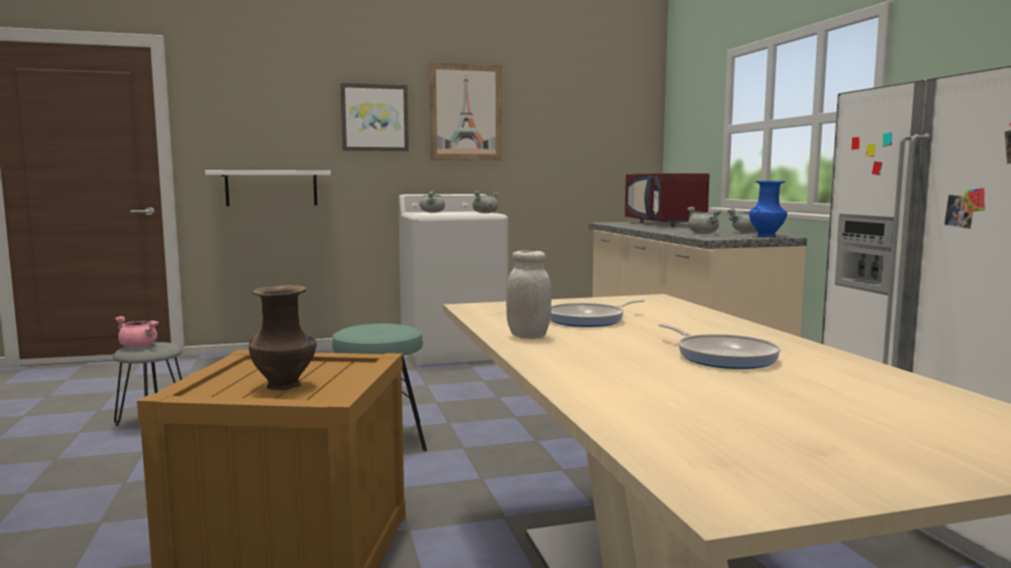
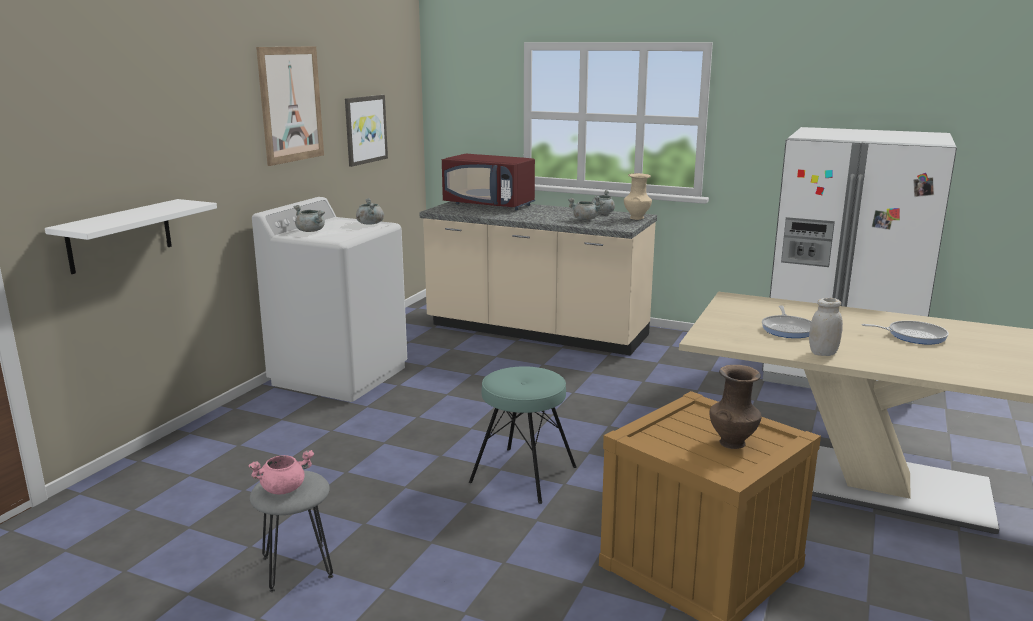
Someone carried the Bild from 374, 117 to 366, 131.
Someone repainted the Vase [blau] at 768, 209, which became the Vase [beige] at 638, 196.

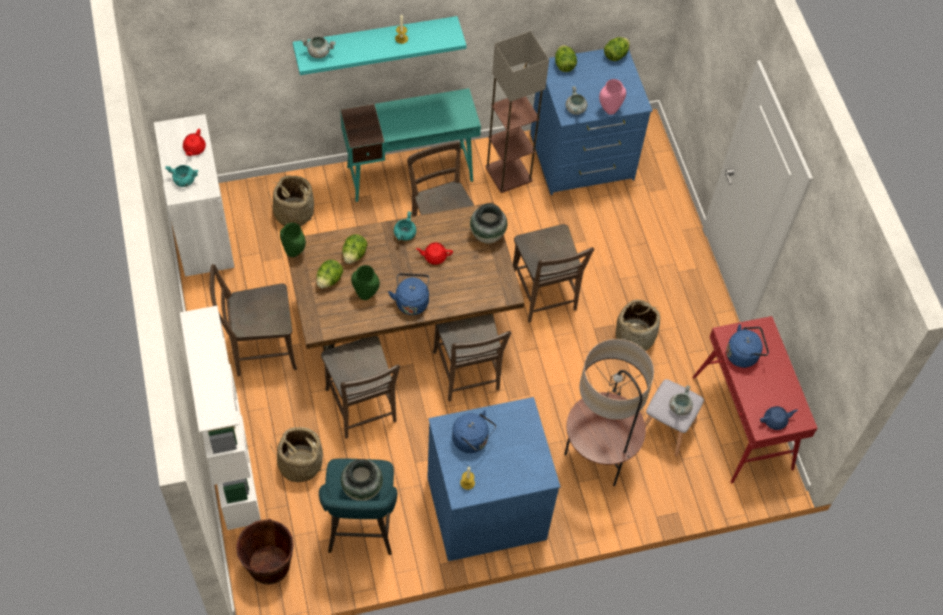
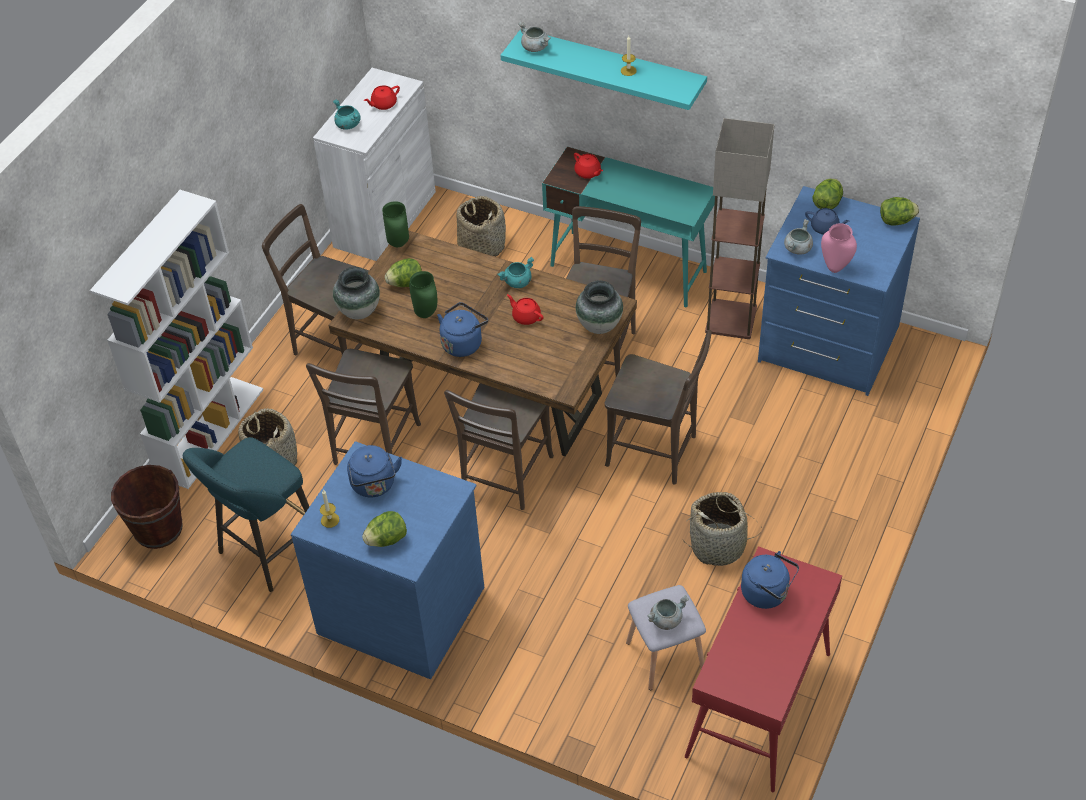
Someone rotated the Stuhl [braun] at 553, 273 by 90 degrees counterclockwise.
Someone carried the Salatkopf from 355, 249 to 384, 529.
Someone took away the Stehlampe at 609, 412.
Someone carried the Teekanne [blau] from 779, 418 to 827, 221.
Someone carried the Vase from 362, 480 to 356, 293.
Someone put down the Teekanne [rot] at 588, 166.

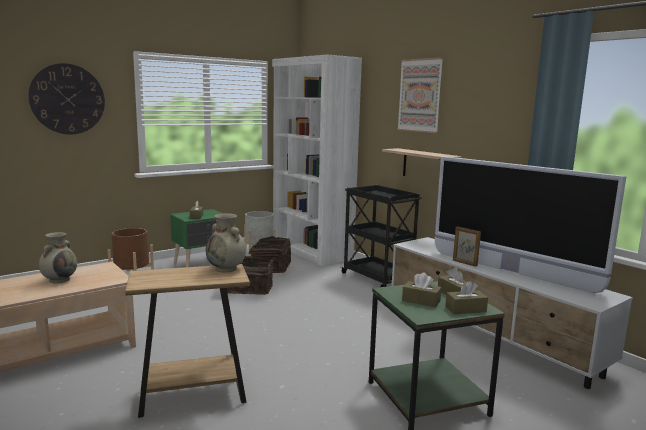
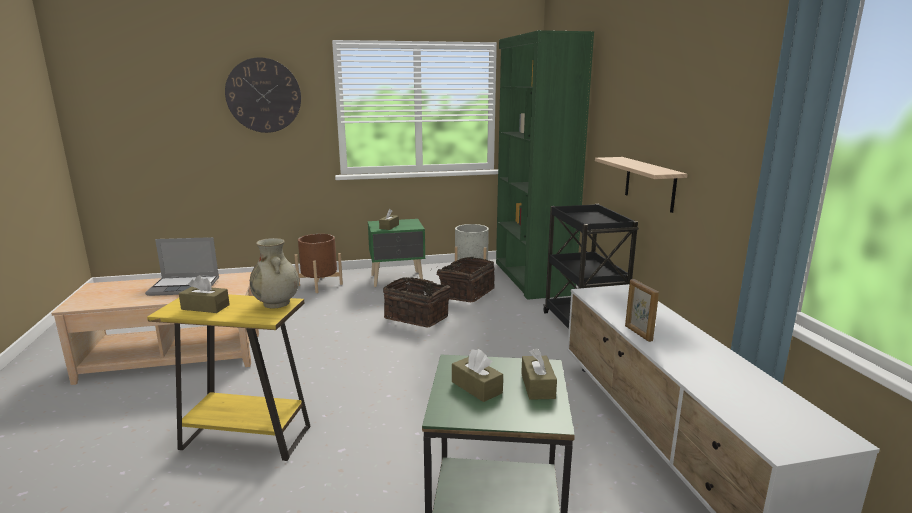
Someone repainted the Bücherregal [weiß] at 317, 160, which became the Bücherregal [grün] at 545, 165.
Someone took away the Bild at 420, 95.
Someone took away the Fernseher at 531, 224.
Someone swapped the Vase [beige] at 58, 257 for the Laptop at 182, 266.
Someone repainted the Beistelltisch [braun] at 187, 341, which became the Beistelltisch [gelb] at 229, 377.
Someone carried the Taschentuchbox [braun] from 466, 297 to 204, 294.

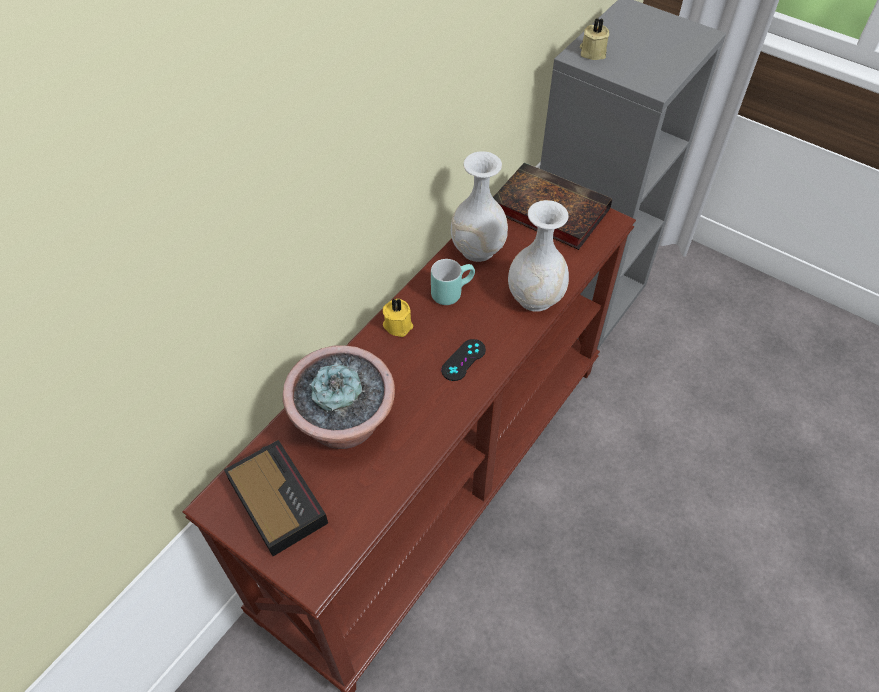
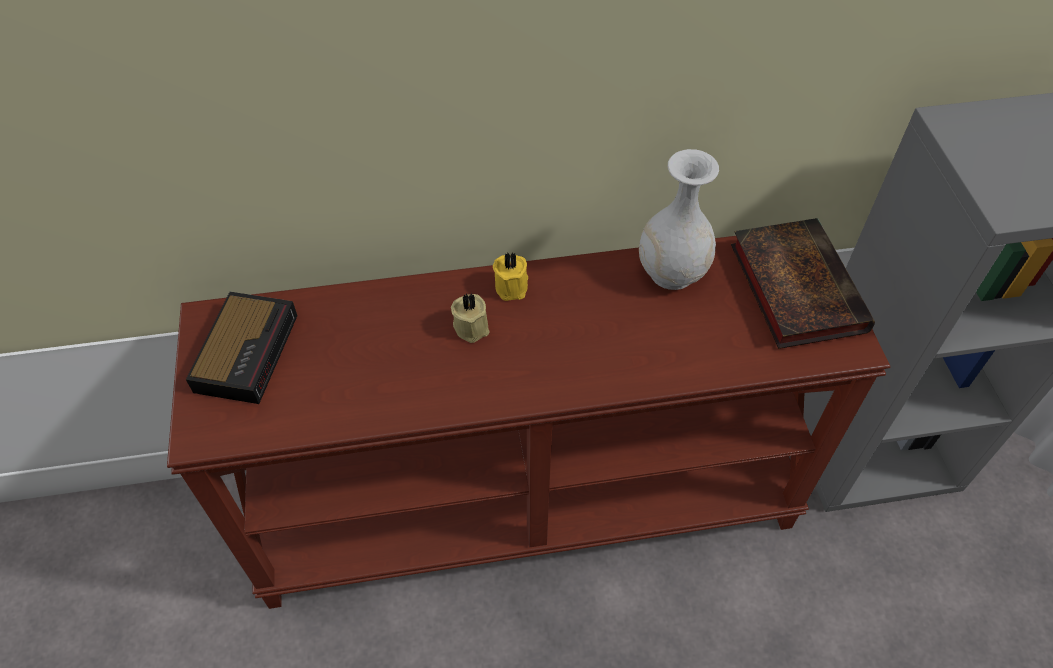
Someone carried the Kerze [beige] from 594, 39 to 470, 318.
Someone took away the Vase [weiß] at 538, 256.
Someone took away the Henkelbecher [türkis] at 453, 282.
Someone took away the Gamepad [schwarz] at 463, 360.
Someone took away the Topfpflanze at 339, 397.

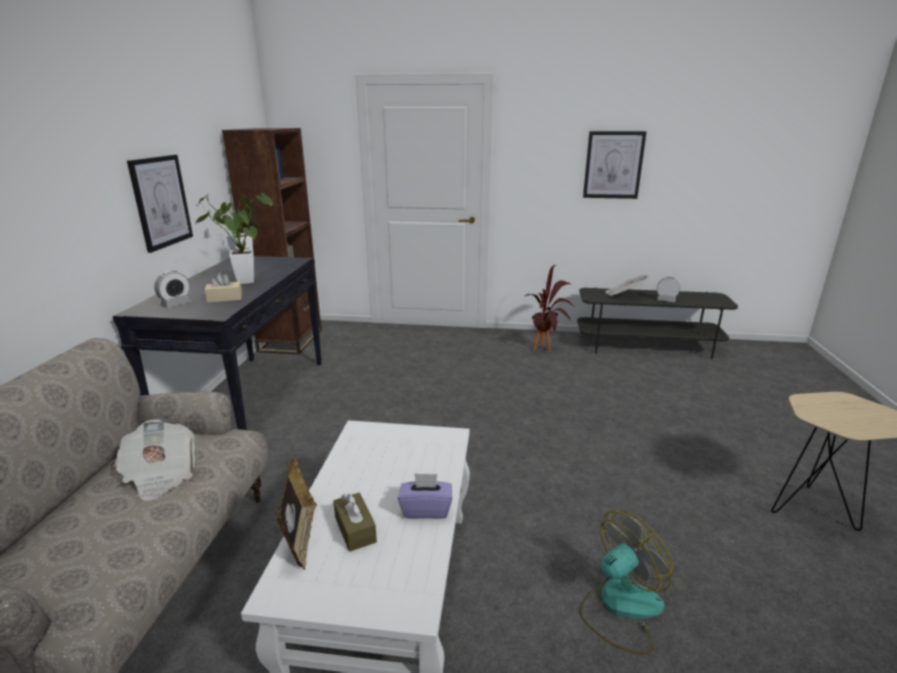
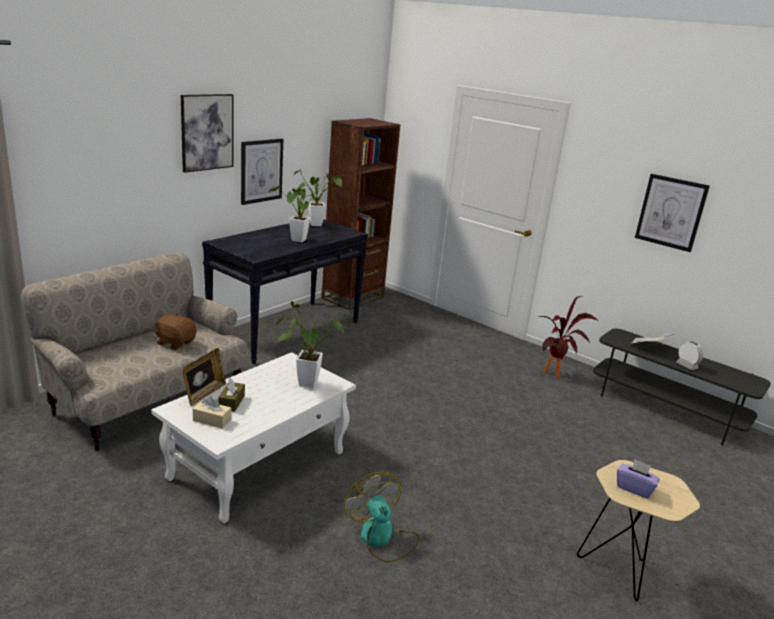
Someone took away the Wecker at 172, 289.
Someone carried the Taschentuchbox [beige] from 223, 288 to 212, 412.
Someone swapped the Zeitung at 154, 460 for the Plüschtier [braun] at 175, 331.
Someone carried the Taschentuchbox [lila] from 425, 496 to 638, 479.
Someone rotated the Ventilator at 626, 583 by 120 degrees counterclockwise.
Someone put up the Bild at 207, 133.
Someone put down the Topfpflanze at 310, 344.

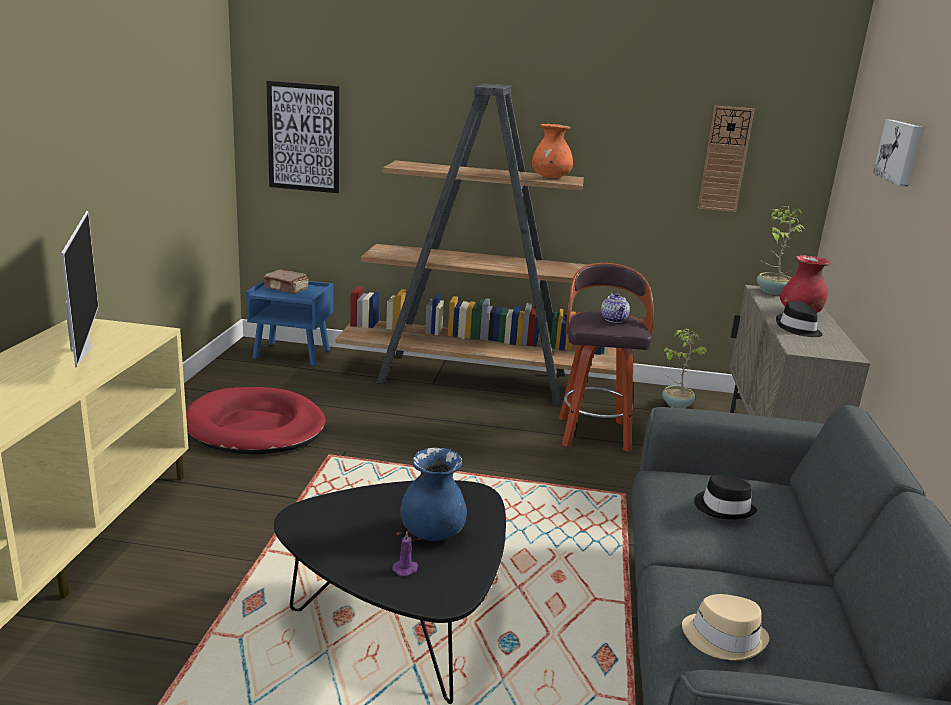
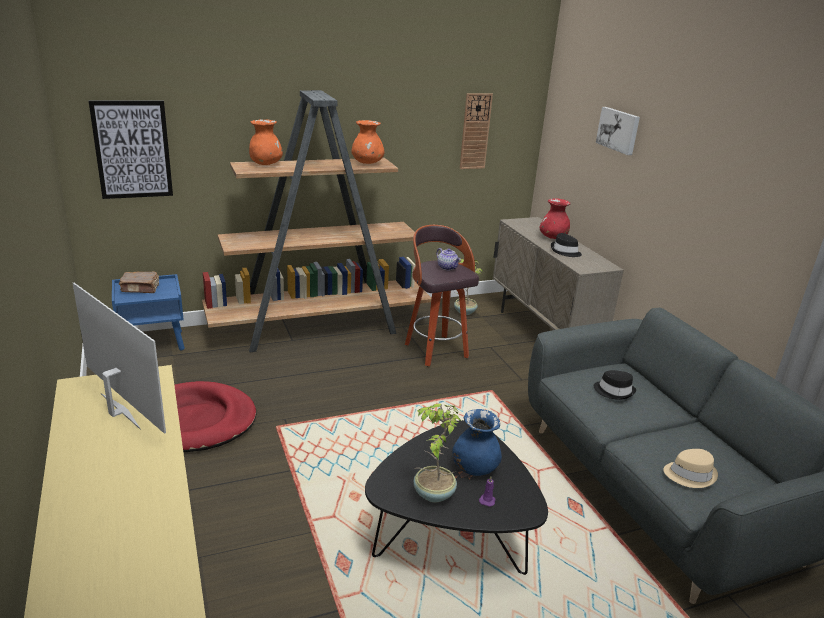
Someone carried the Topfpflanze from 781, 250 to 437, 452.
Someone put down the Vase [orange] at 266, 142.

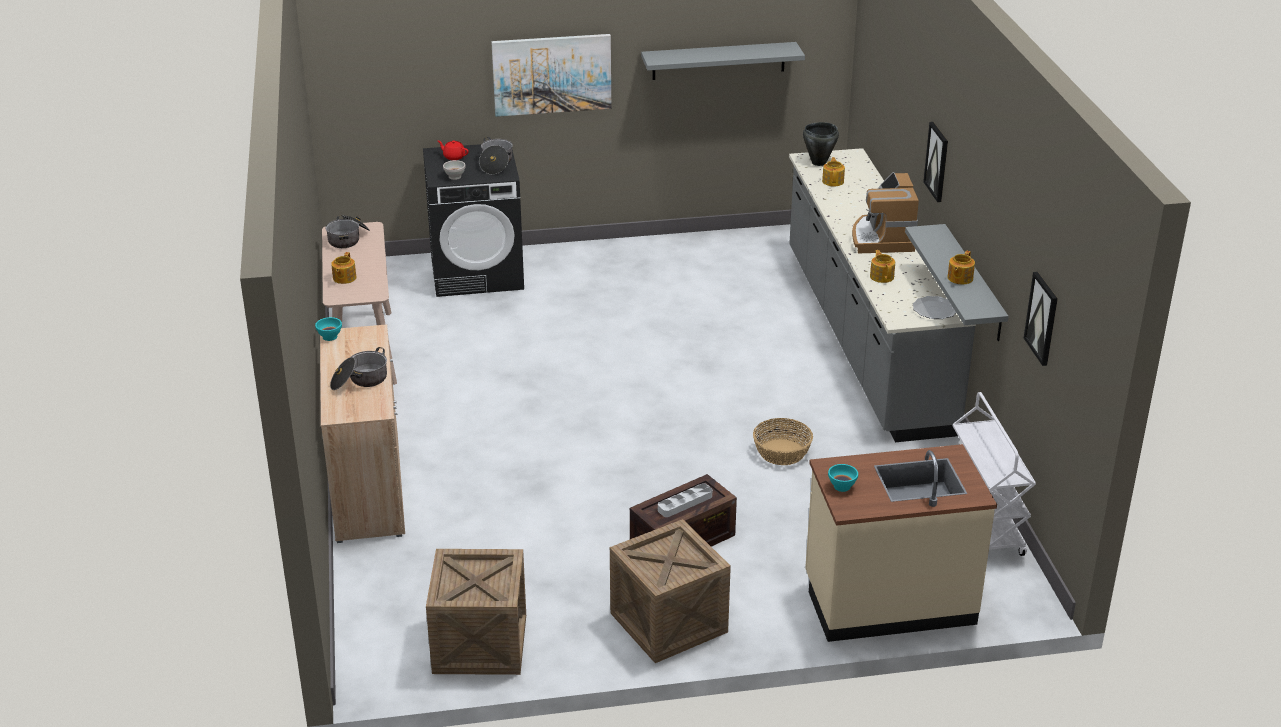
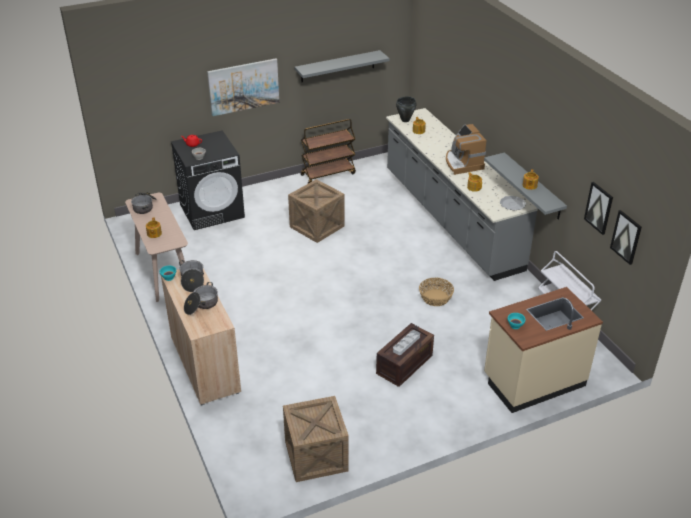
Someone carried the Bild from 935, 162 to 626, 237.
Someone carried the Kochtopf from 496, 156 to 191, 276.
Someone carried the Kiste from 670, 591 to 316, 211.
Someone put down the Rollwagen [braun] at 328, 151.

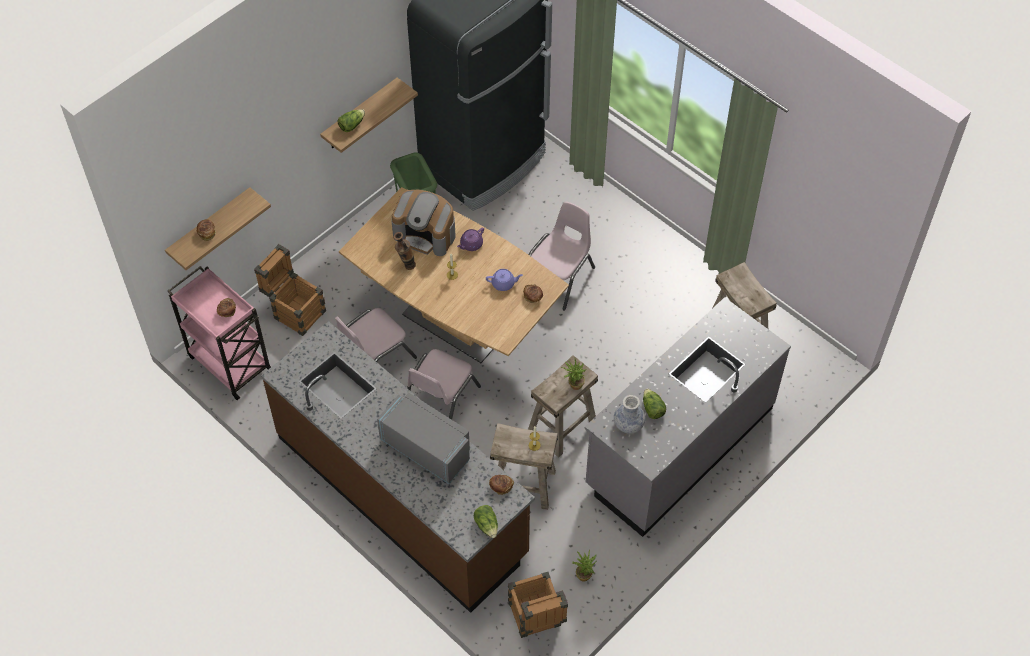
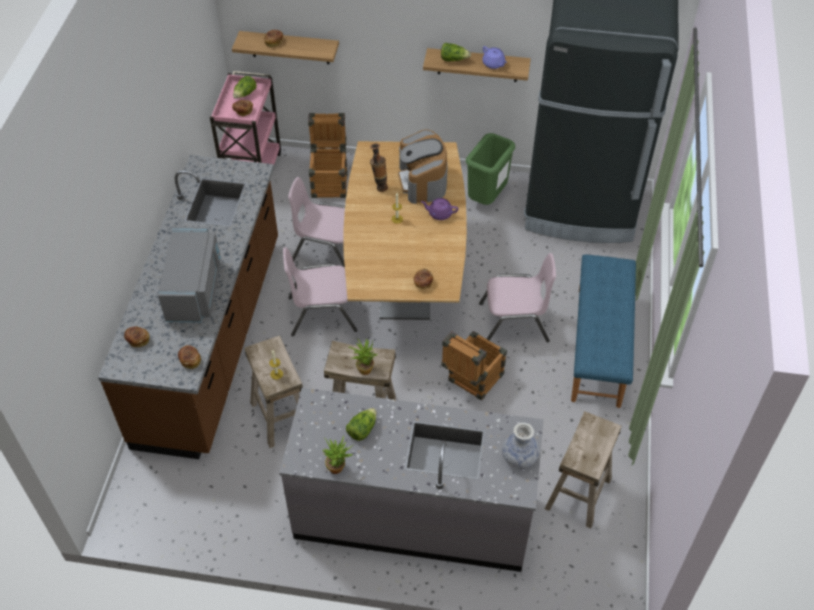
Someone carried the Teekanne [lila] from 504, 280 to 494, 57.
Someone carried the Vase from 629, 414 to 520, 446.
Someone carried the Salatkopf from 486, 521 to 244, 87.
Someone carried the Topfpflanze from 584, 565 to 337, 455.
Someone carried the Kiste from 538, 605 to 474, 366.
Someone put down the Bank [blau] at 603, 331.
Someone put down the Brot at 136, 336.

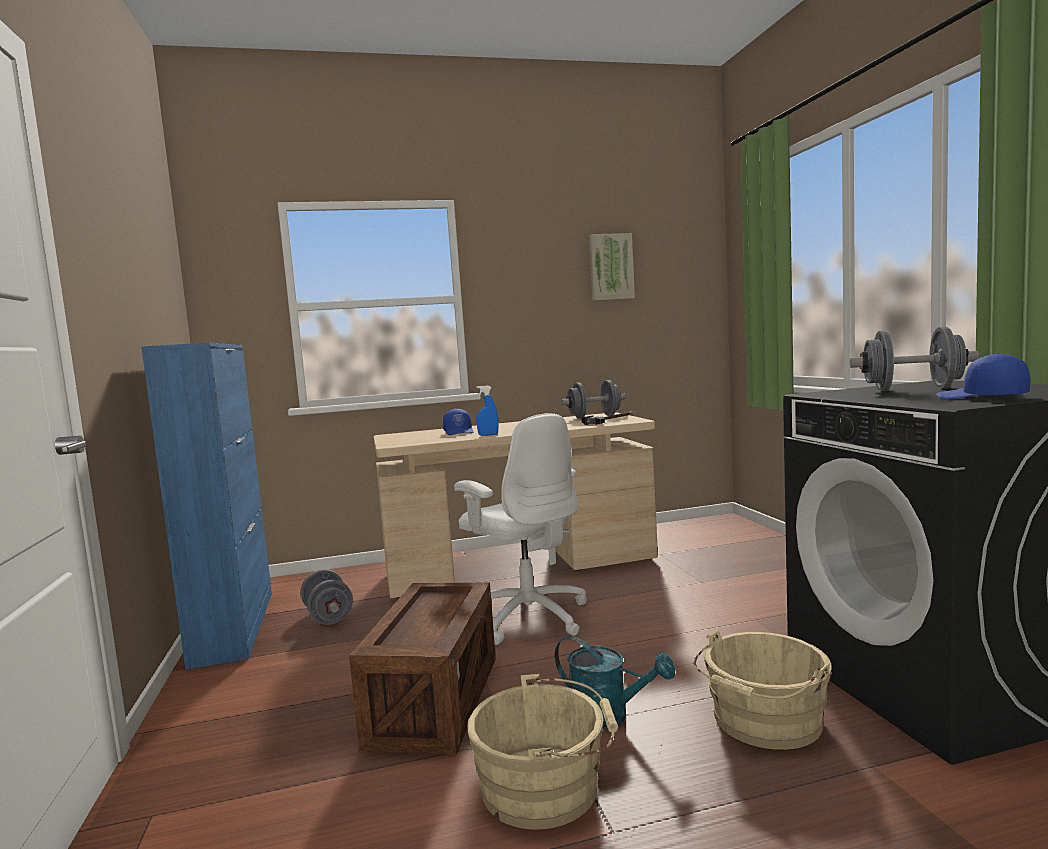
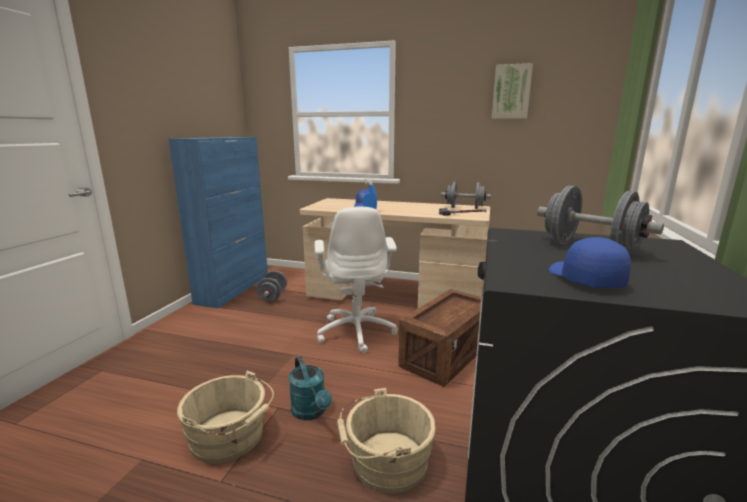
Someone carried the Kiste from 422, 668 to 440, 338.

